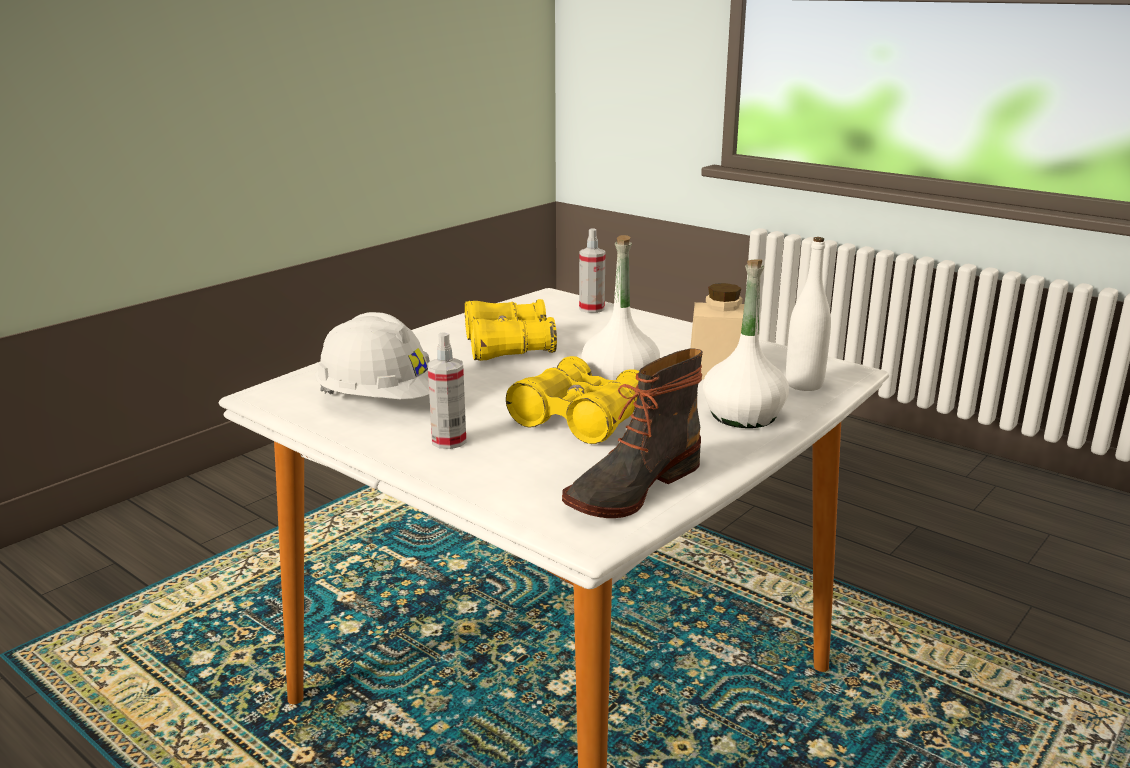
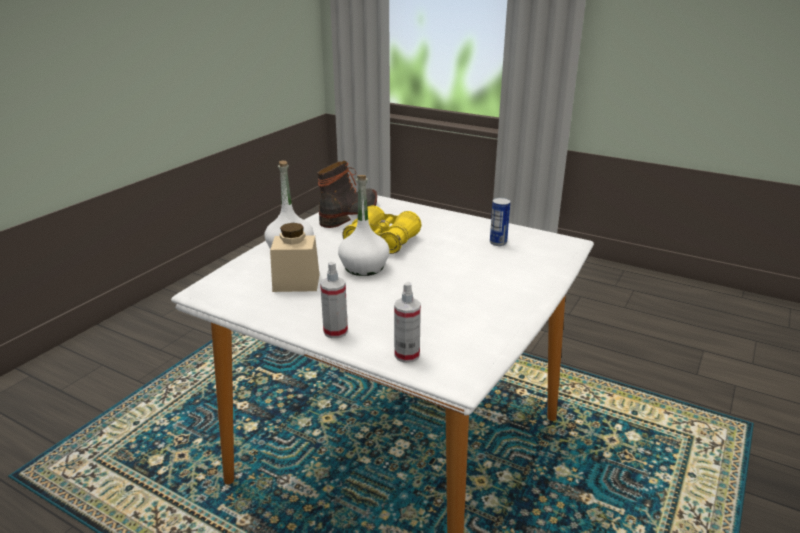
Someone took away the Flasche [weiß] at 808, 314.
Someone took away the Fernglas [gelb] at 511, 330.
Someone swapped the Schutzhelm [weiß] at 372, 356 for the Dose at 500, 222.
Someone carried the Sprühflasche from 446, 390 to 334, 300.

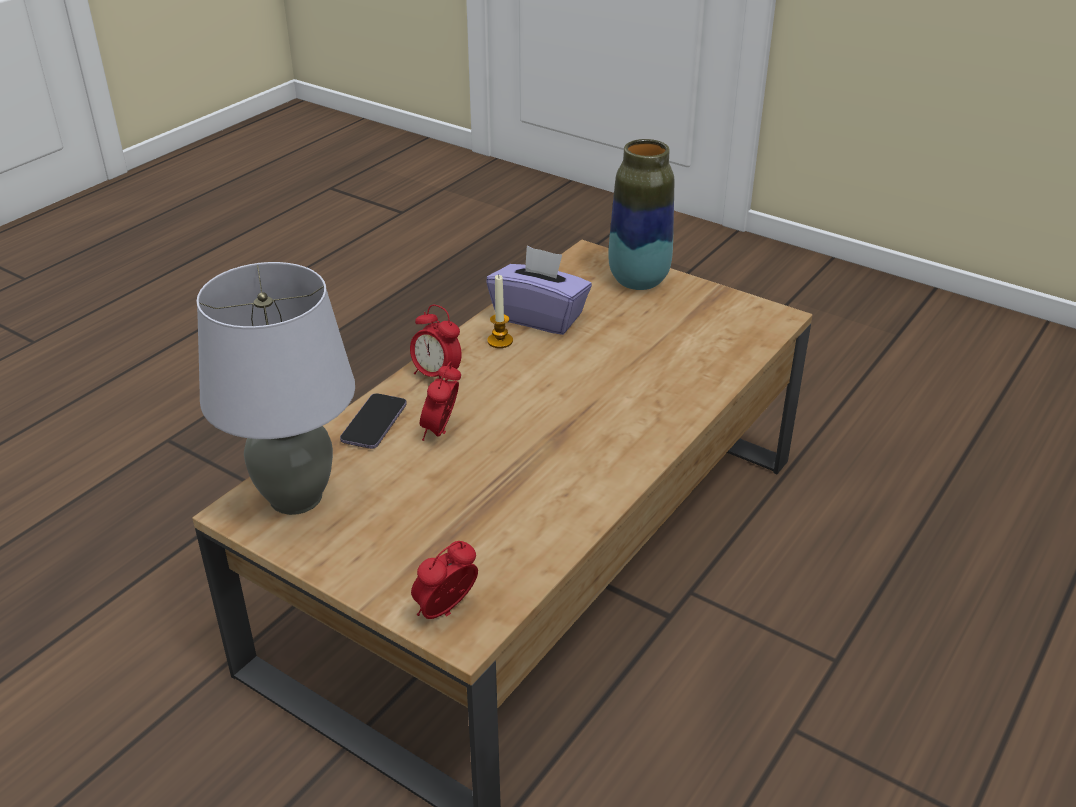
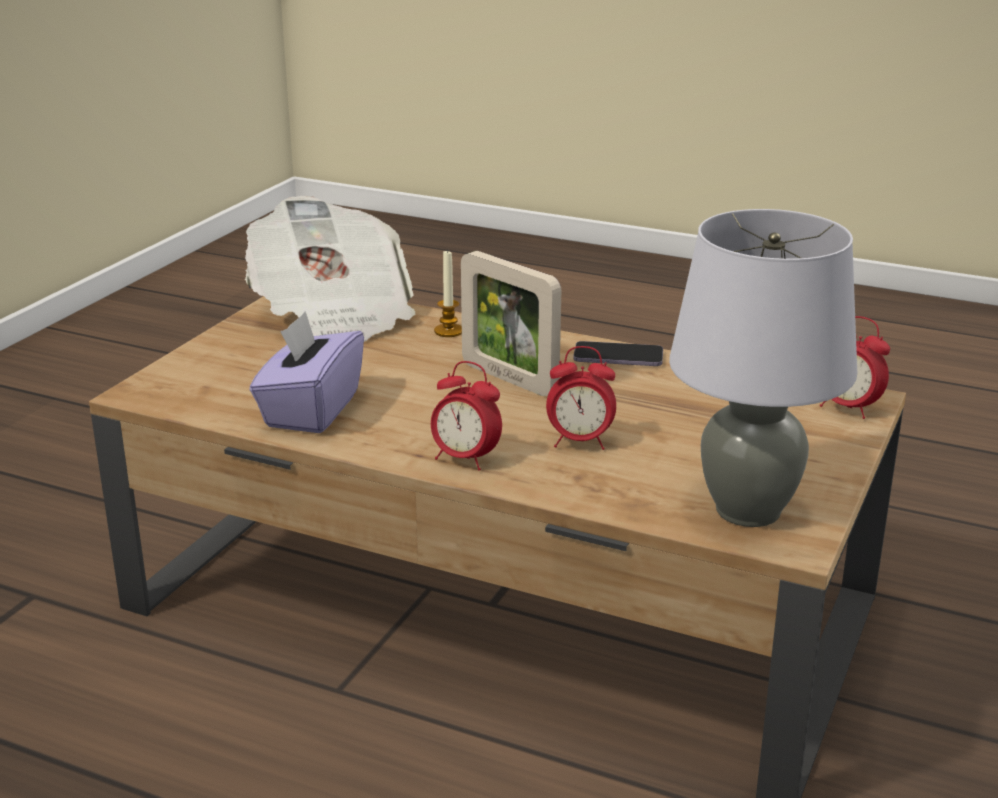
Someone took away the Vase at 641, 214.
Someone carried the Kerze from 500, 311 to 448, 293.
Someone rotated the Wecker at 436, 342 by 90 degrees clockwise.
Someone carried the Handy from 373, 421 to 618, 353.
Someone put down the Zeitung at 330, 269.
Someone put down the Bilderrahmen at 511, 323.

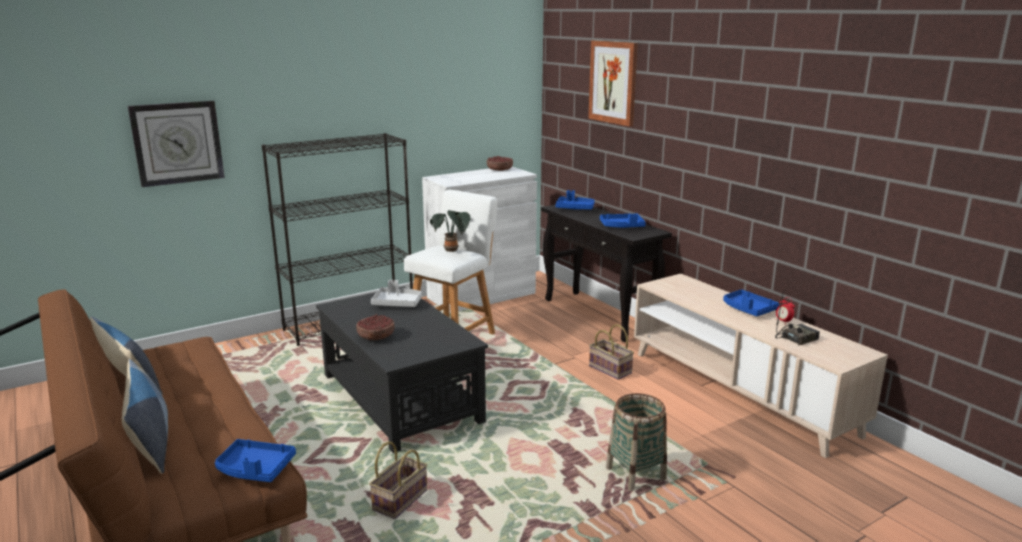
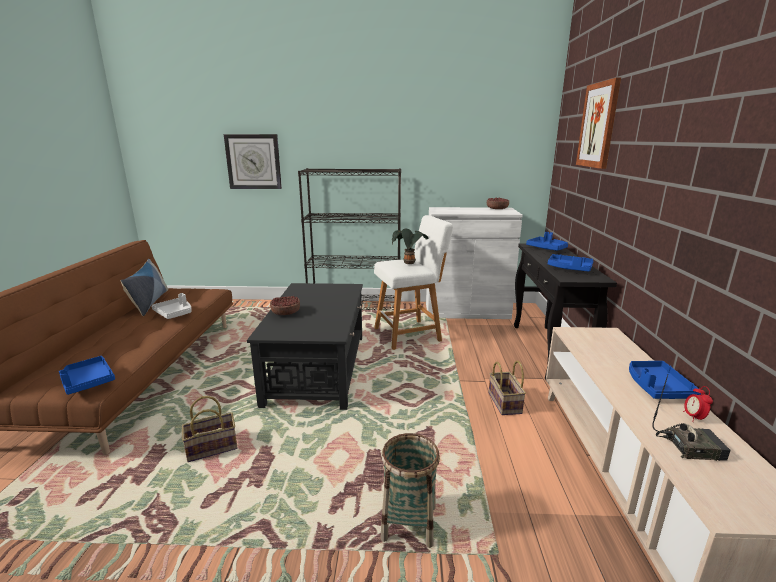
Someone carried the Tablett [grau] from 396, 293 to 171, 306.
Someone took away the Kissen at 145, 416.

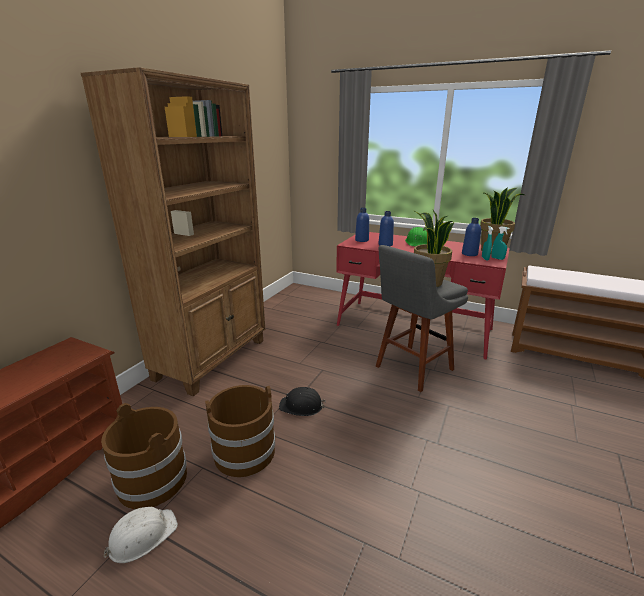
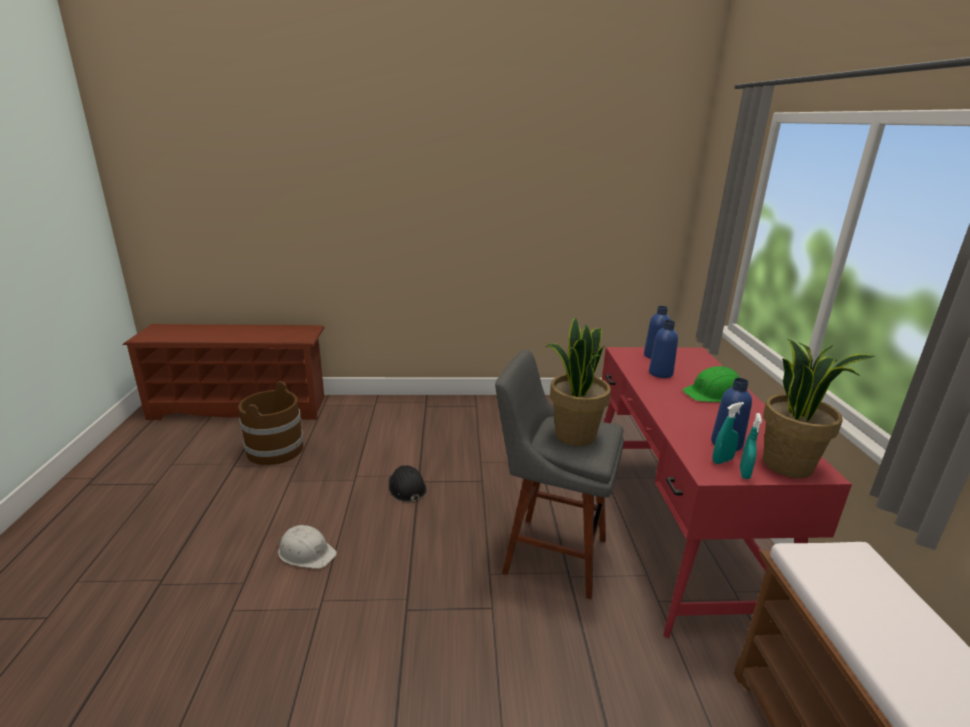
Someone took away the Bücherregal [braun] at 173, 231.
Someone took away the Eimer [braun] at 240, 431.
Someone carried the Schutzhelm [weiß] from 140, 535 to 307, 547.

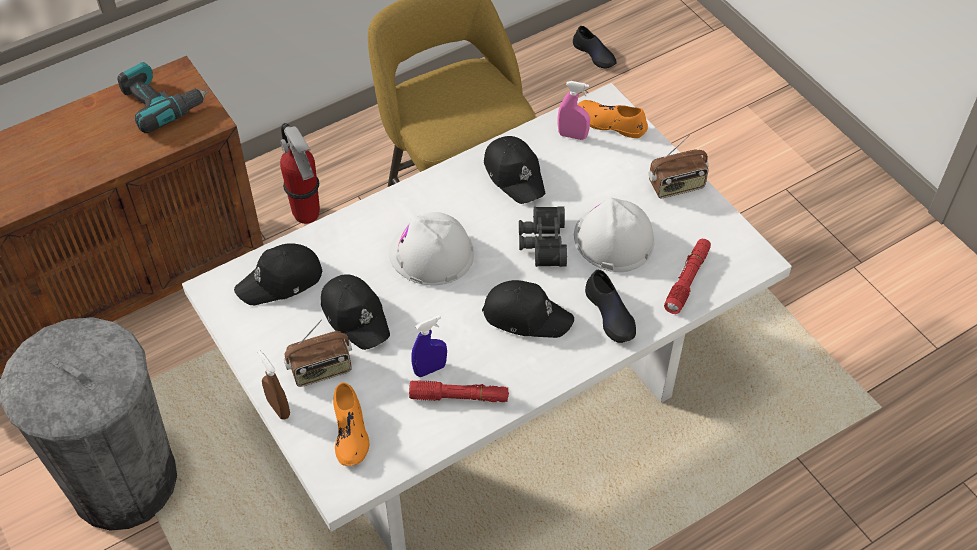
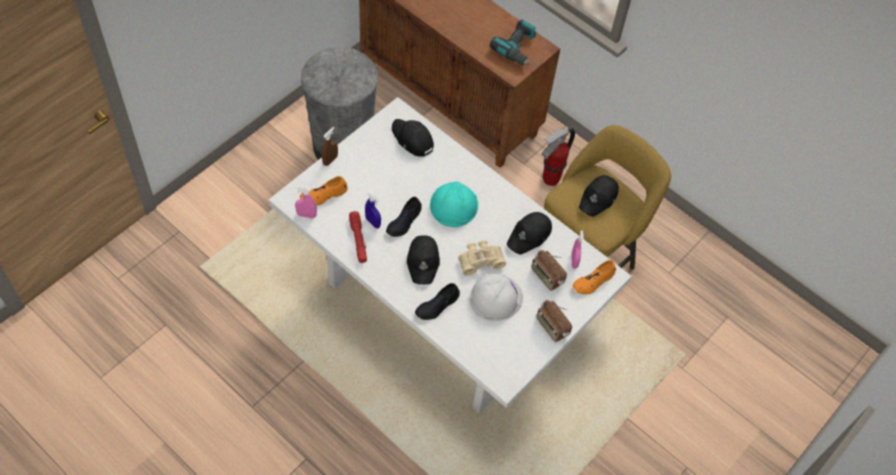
Someone carried the Schuh [schwarz] from 595, 47 to 404, 217.
Someone rotated the Schuh [orange] at 613, 119 by 135 degrees counterclockwise.
Someone repainted the Fernglas [schwarz] at 543, 236, which became the Fernglas [beige] at 482, 258.
Someone repainted the Schutzhelm [weiß] at 431, 248, which became the Schutzhelm [türkis] at 454, 204.
Someone took away the Taschenlampe [rot] at 687, 276.
Someone carried the Kappe [schwarz] from 355, 312 to 599, 196.
Someone carried the Radio from 318, 353 to 549, 270.
Someone put down the Sprühflasche [rosa] at 306, 202.

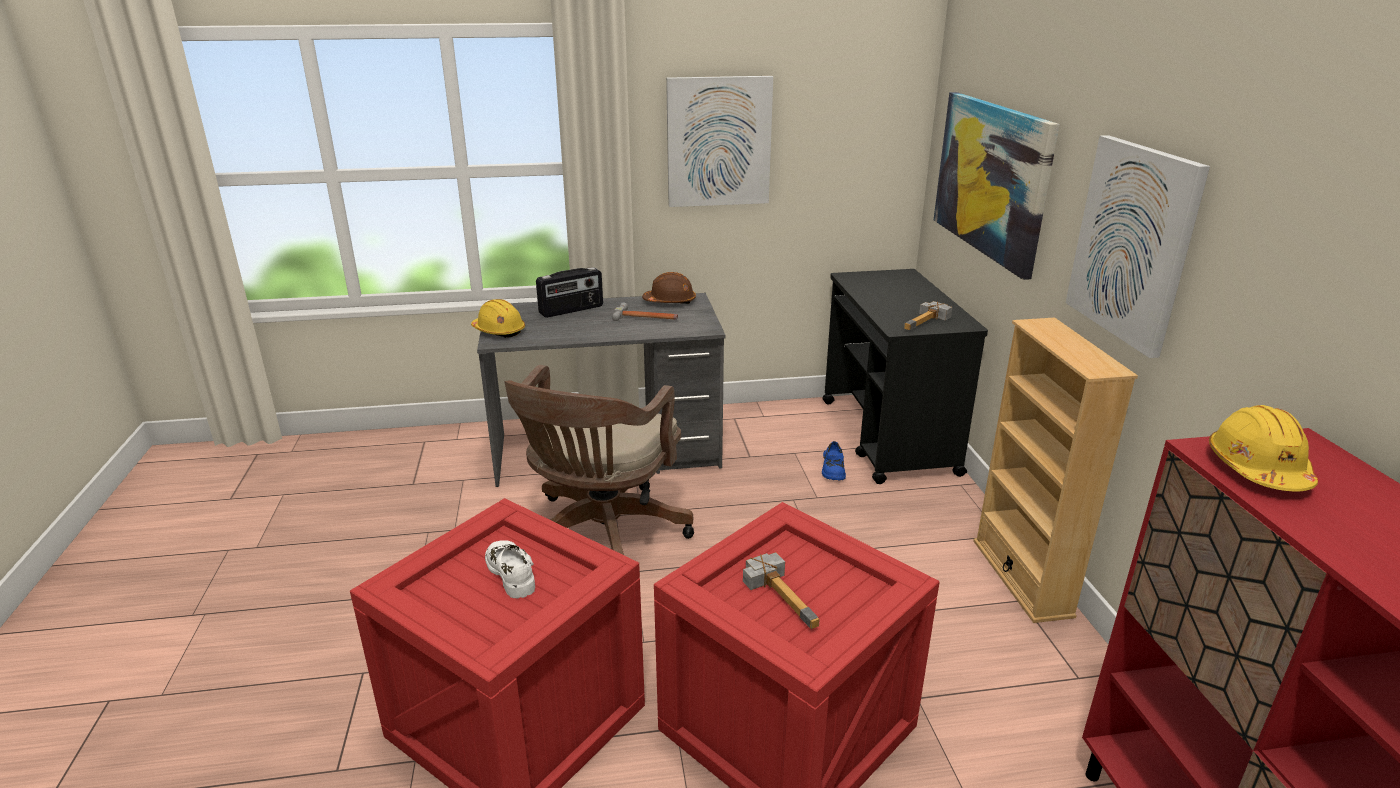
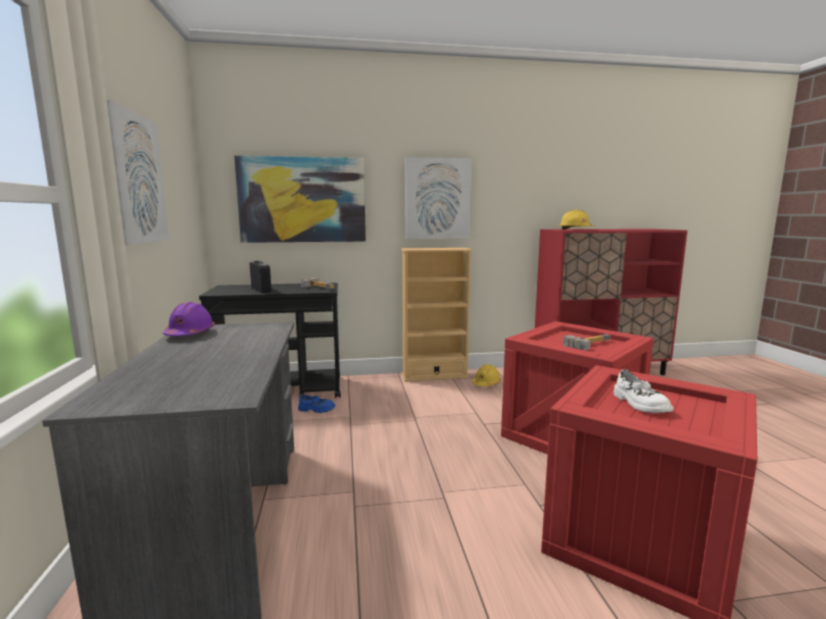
Someone carried the Radio from 569, 292 to 260, 277.
Someone repainted the Schutzhelm [braun] at 669, 288, which became the Schutzhelm [lila] at 189, 319.
Someone carried the Schutzhelm [gelb] from 498, 318 to 486, 376.
Someone took away the Hammer at 645, 311.
Someone took away the Bürostuhl [braun] at 599, 460.
Someone rotated the Schuh [weiß] at 510, 569 by 75 degrees counterclockwise.

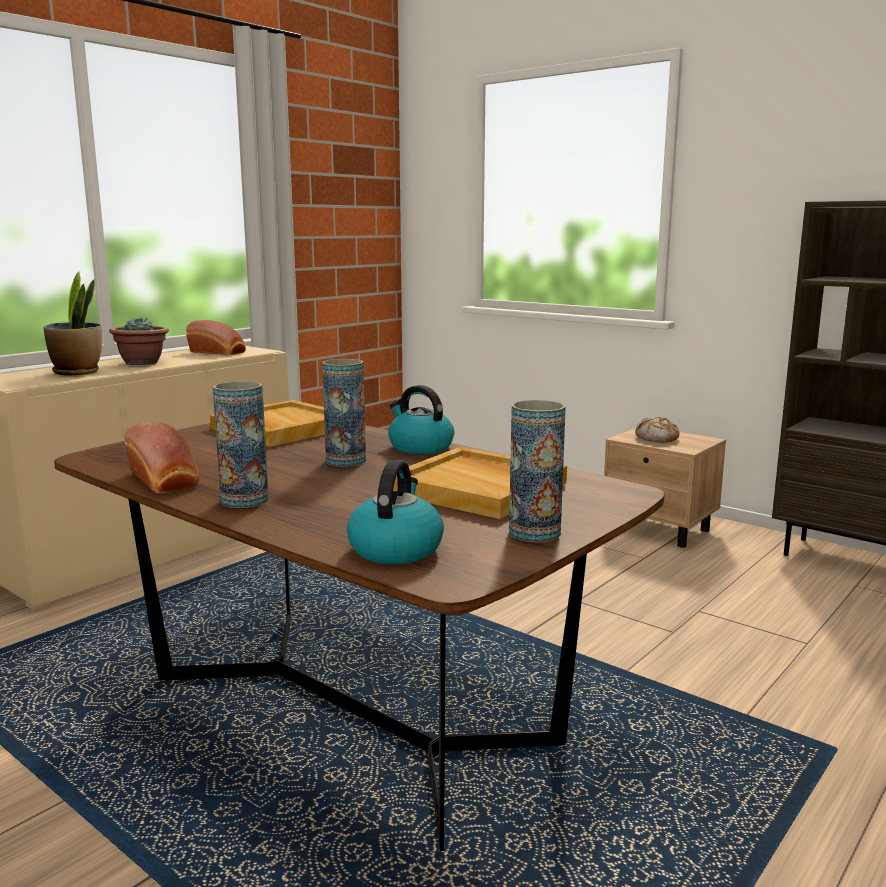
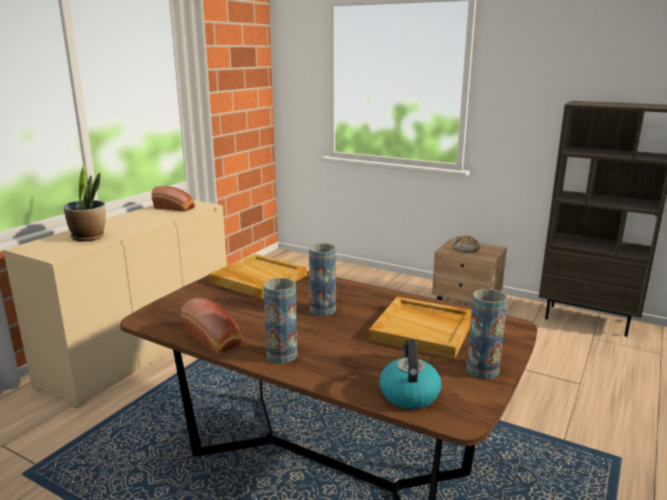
Someone took away the Topfpflanze at 139, 341.
Someone took away the Wasserkessel at 421, 419.

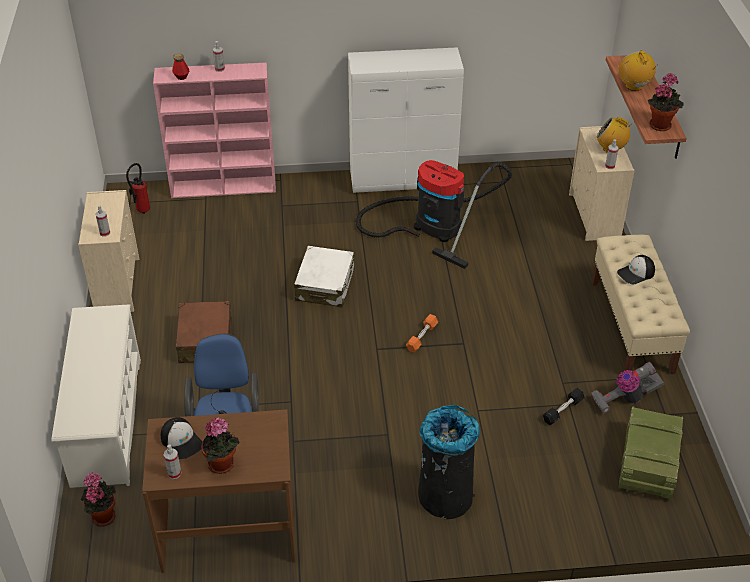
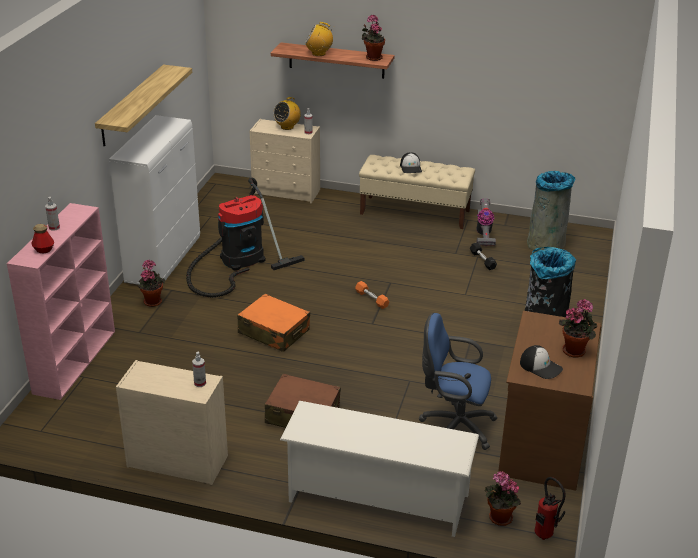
Someone carried the Feuerlöscher from 138, 188 to 550, 508.
Someone repainted the Koffer [weiß] at 324, 276, which became the Koffer [orange] at 273, 323.
Someone swapped the Kiste at 651, 453 for the Mülleimer [grau] at 551, 211.
Someone rotated the Kappe at 181, 438 by 60 degrees clockwise.
Someone took away the Sprühflasche at 172, 461.
Someone put up the Wandregal at 143, 105.
Someone put down the Topfpflanze at 151, 283.

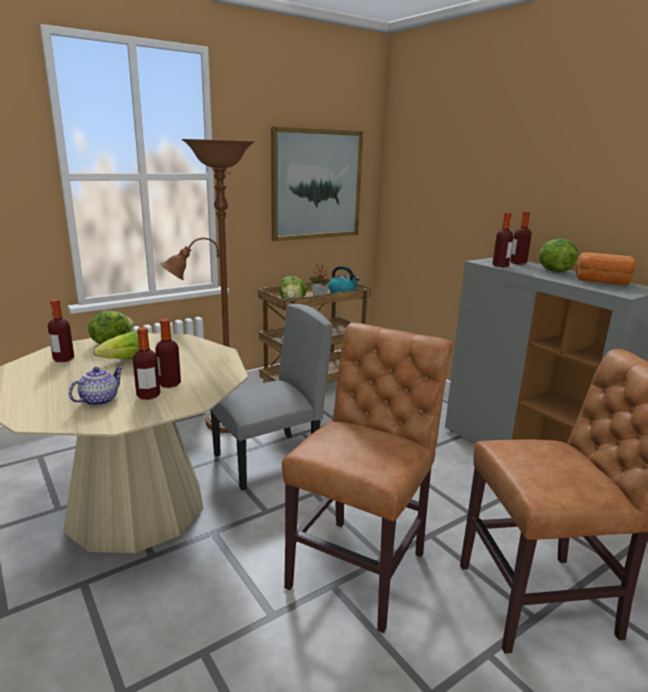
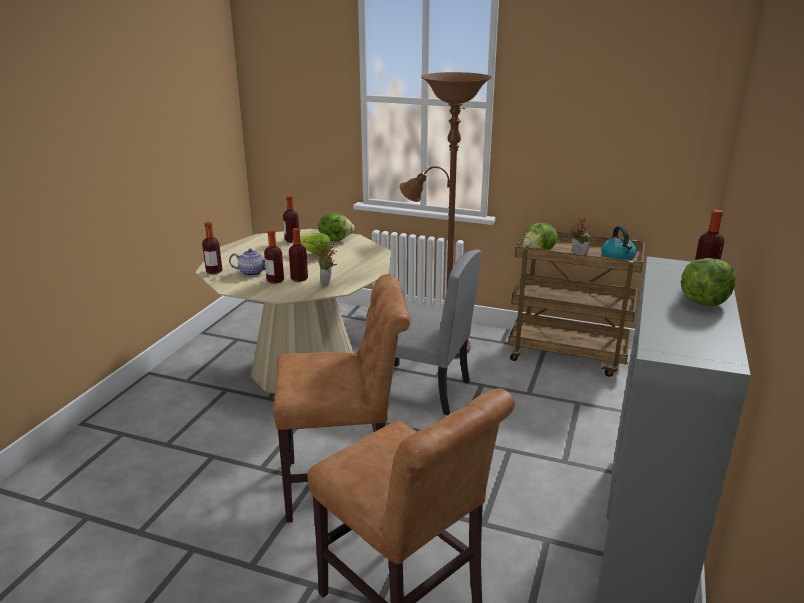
Someone took away the Bild at 317, 184.
Someone carried the Flasche from 502, 239 to 212, 248.
Someone took away the Brot at 606, 268.
Someone put down the Topfpflanze at 326, 264.

